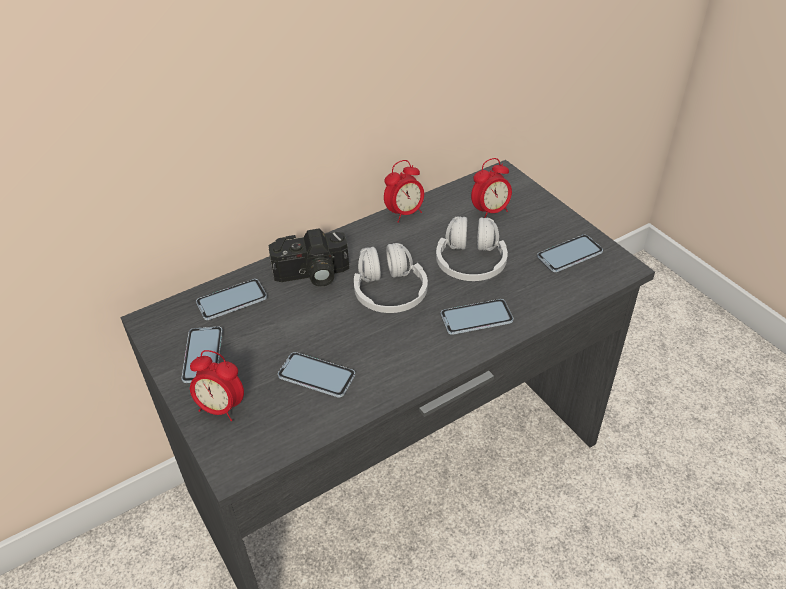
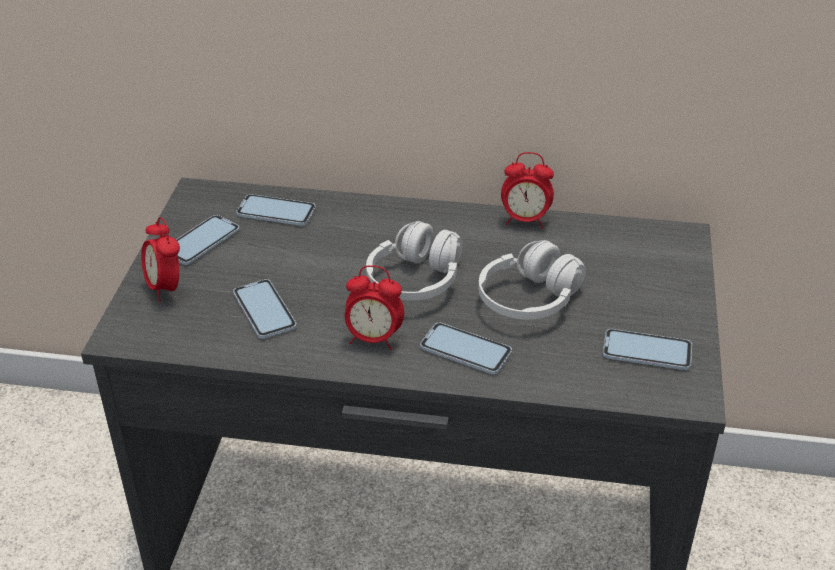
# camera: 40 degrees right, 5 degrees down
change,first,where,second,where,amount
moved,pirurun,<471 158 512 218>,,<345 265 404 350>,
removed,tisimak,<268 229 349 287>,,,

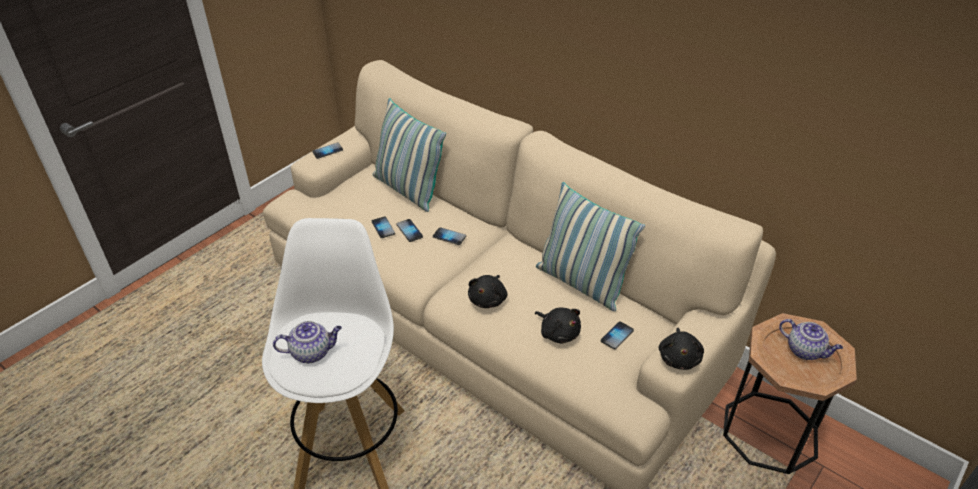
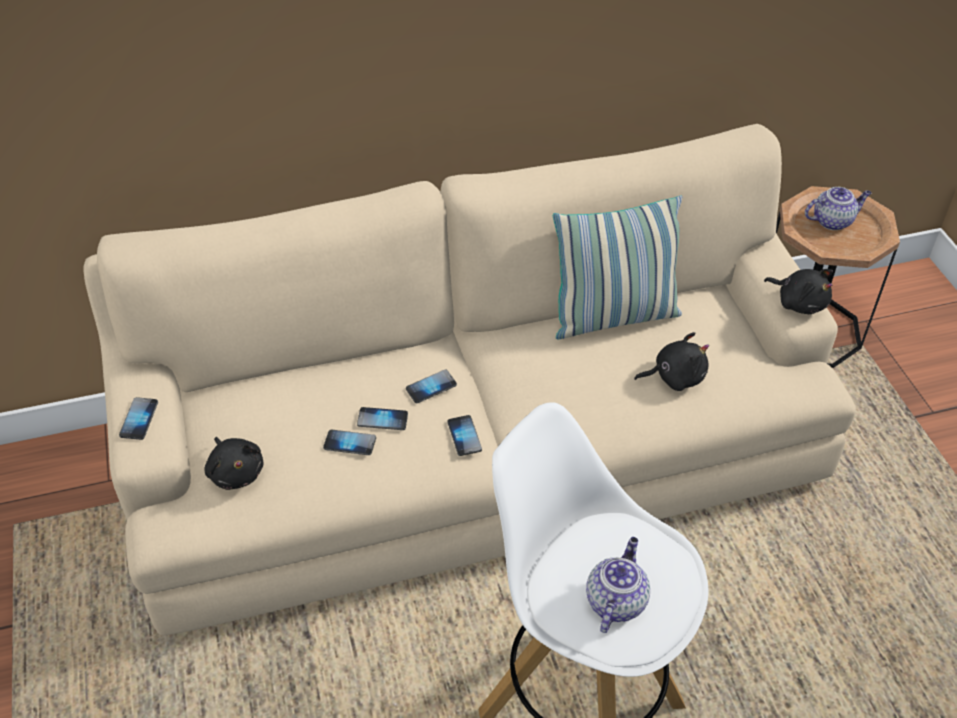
# camera: 55 degrees left, 5 degrees up
change,first,where,second,where,amount
moved,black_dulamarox,<468 275 507 308>,,<205 437 263 490>,
moved,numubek,<601 322 634 349>,,<447 415 482 456>,
removed,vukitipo,<373 98 446 212>,,,

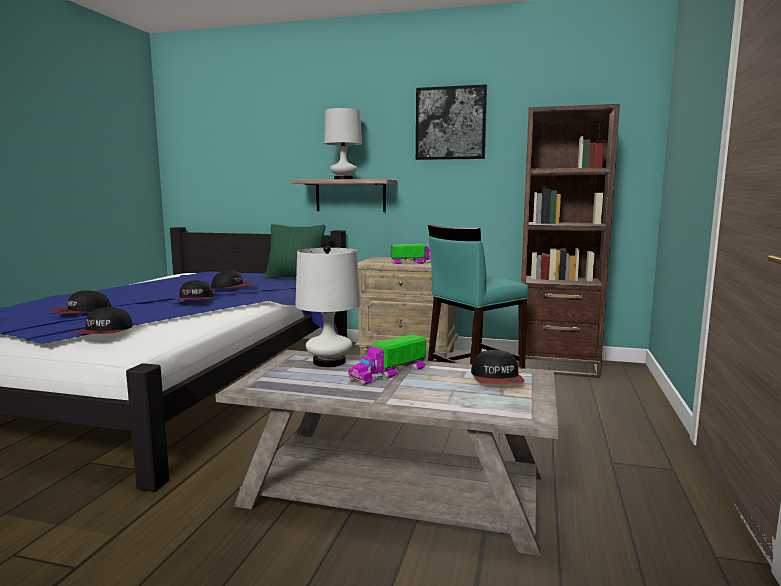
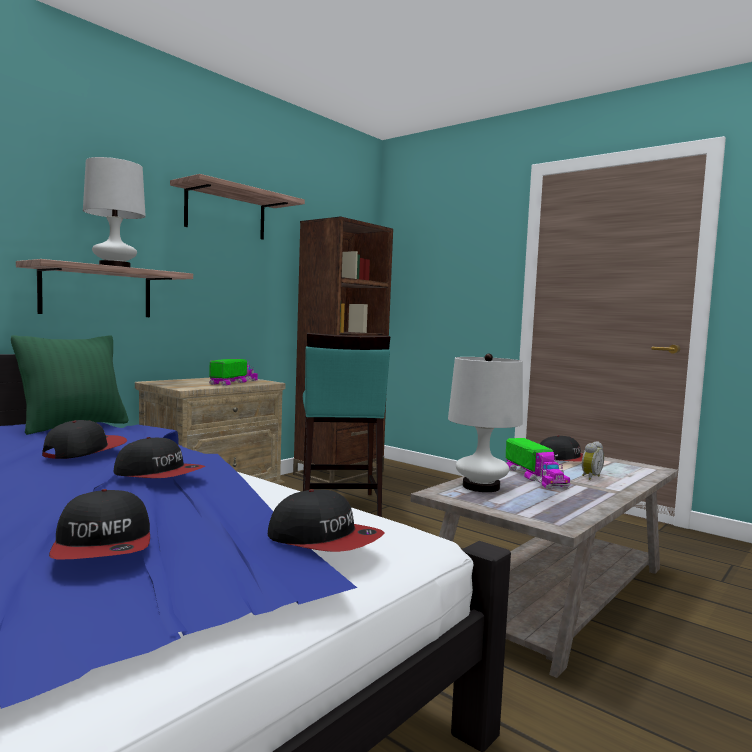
# camera: 65 degrees left, 5 degrees down
change,first,where,second,where,amount
replaced,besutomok,<416 84 487 160>,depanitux,<170 174 305 240>,
added,,,pirurun,<582 441 604 480>,

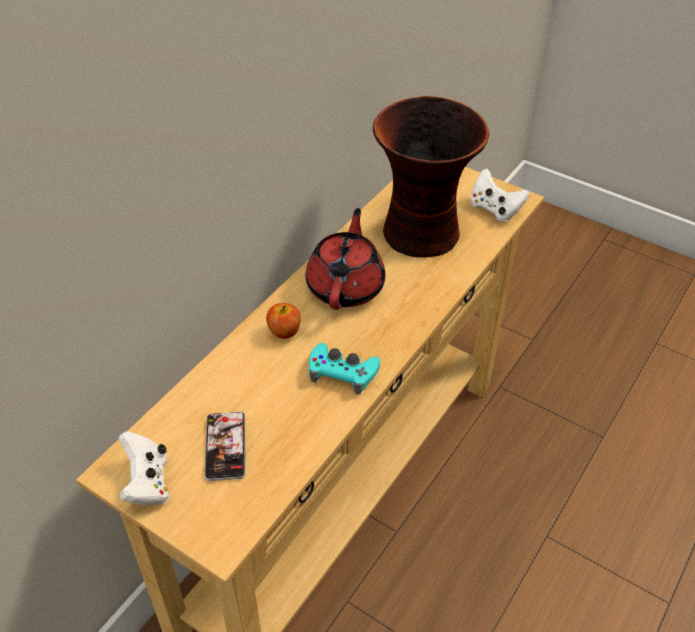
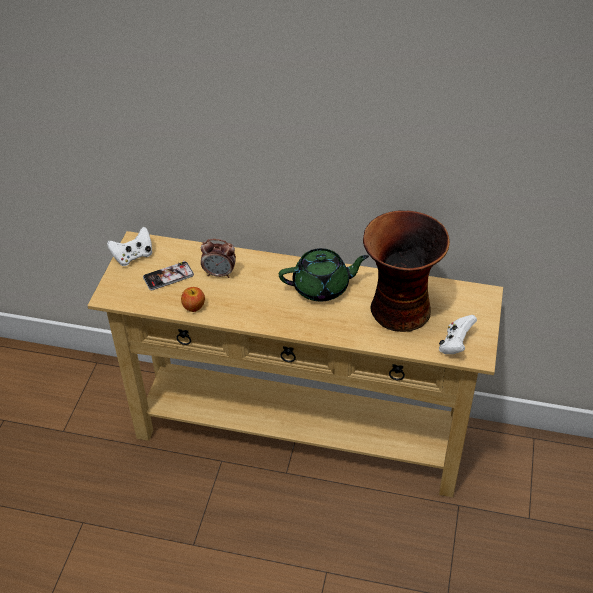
# camera: 70 degrees right, 0 degrees up
change,first,where,second,where,amount
moved,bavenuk,<266 303 301 339>,,<181 287 205 312>,
added,,,pirurun,<201 239 236 278>,
recoloured,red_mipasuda,<306 208 385 310>,green_mipasuda,<279 248 369 301>,
removed,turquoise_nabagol,<309 343 380 395>,,,

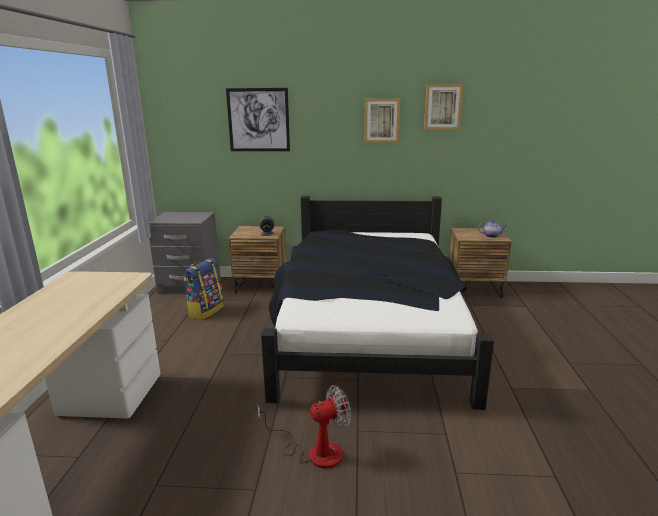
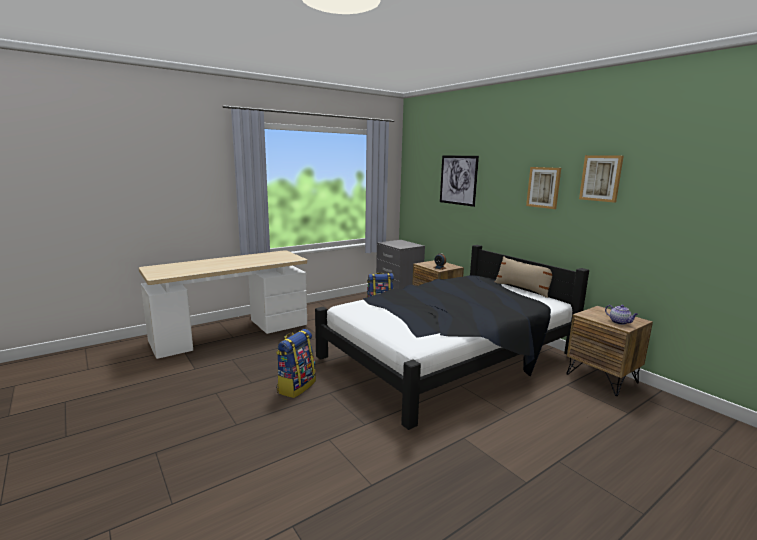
# camera: 50 degrees right, 5 degrees down
change,first,where,second,where,amount
replaced,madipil,<257 385 351 469>,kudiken,<276 329 316 398>,
added,,,beige_vukitipo,<495 256 552 298>,

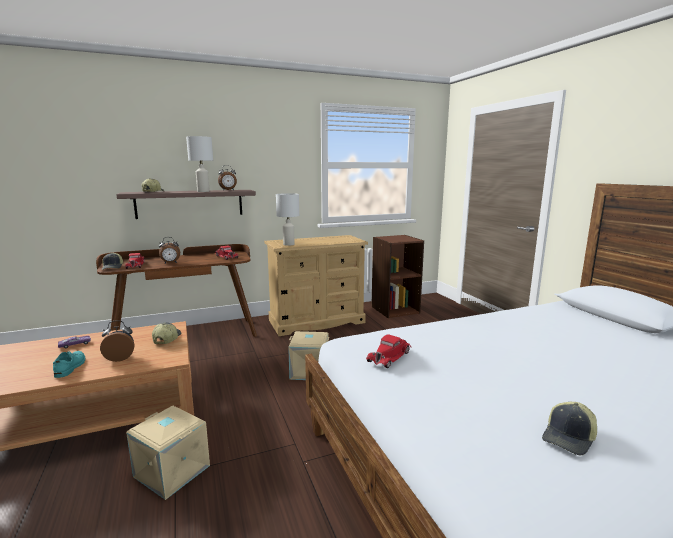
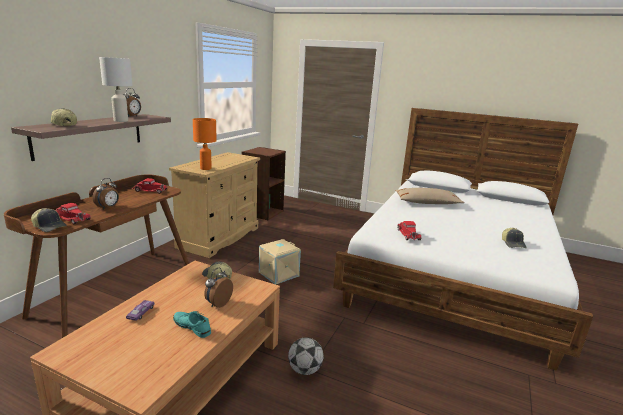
# camera: 45 degrees left, 5 degrees up
change,first,where,second,where,amount
recoloured,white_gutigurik,<276 193 299 246>,orange_gutigurik,<193 118 217 170>,
replaced,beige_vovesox,<126 405 210 500>,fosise,<288 337 324 375>,
added,,,beige_vukitipo,<395 188 465 204>,

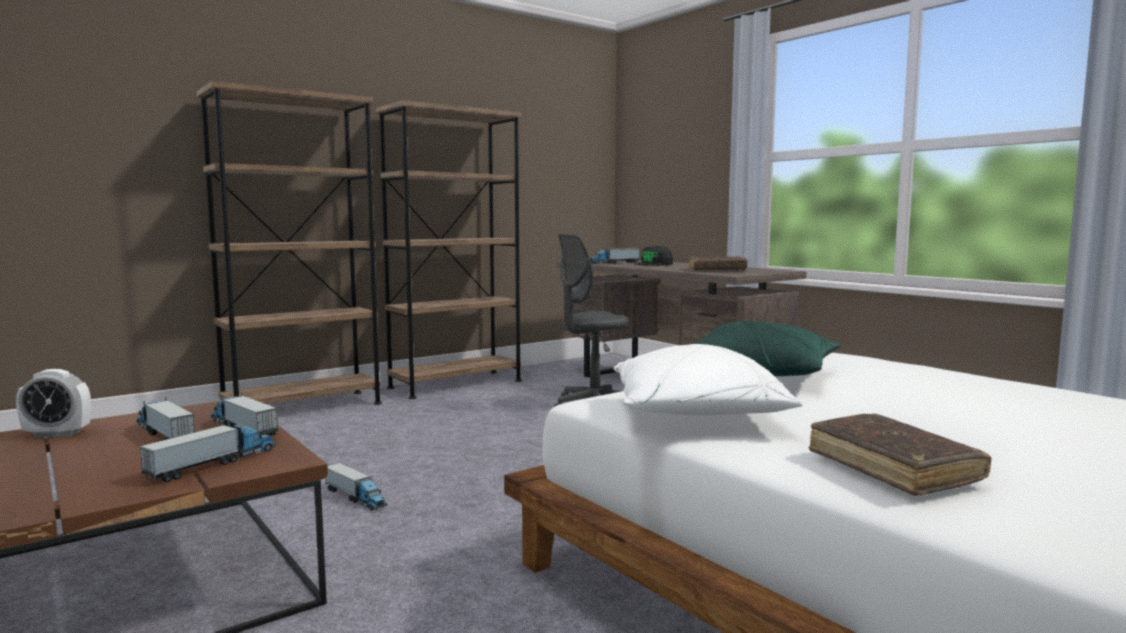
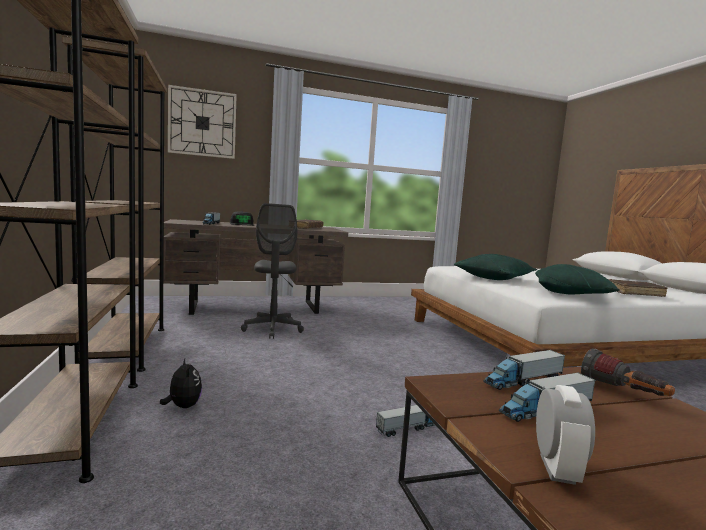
# camera: 70 degrees left, 0 degrees up
change,first,where,second,where,amount
added,,,dulamarox,<160 359 202 408>,
added,,,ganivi,<168 85 237 159>,
recoloured,white_vukitipo,<613 344 803 415>,green_vukitipo,<535 264 620 294>,
replaced,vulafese,<139 421 276 482>,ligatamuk,<581 348 675 396>,

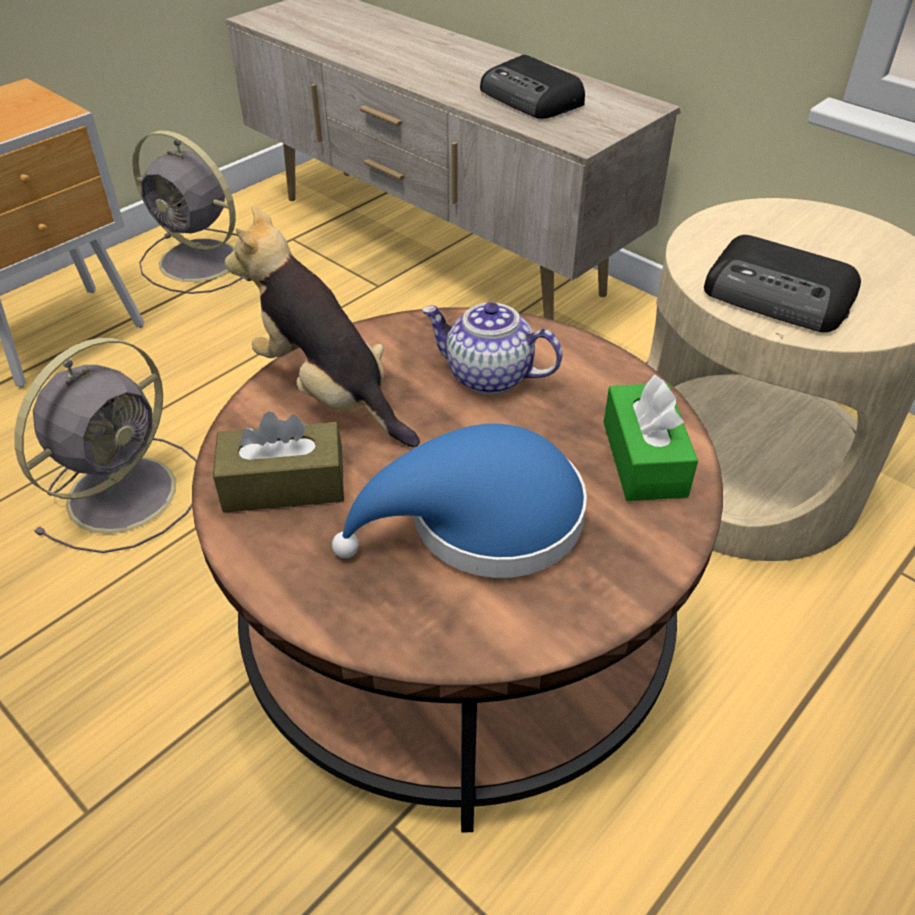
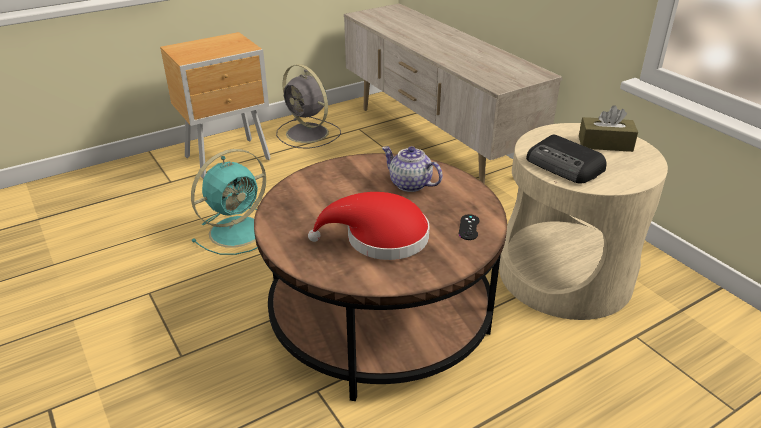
# camera: 15 degrees right, 10 degrees down
change,first,where,second,where,amount
recoloured,grey_madipil,<14 338 197 553>,turquoise_madipil,<191 149 266 255>,
recoloured,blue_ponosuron,<332 424 587 578>,red_ponosuron,<308 192 429 260>,
replaced,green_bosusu,<604 374 698 501>,black_nabagol,<459 214 480 240>,
moved,brown_bosusu,<213 411 344 513>,,<579 105 638 152>,
removed,dulamarox,<225 205 420 447>,,,
removed,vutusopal,<480 55 585 119>,,,

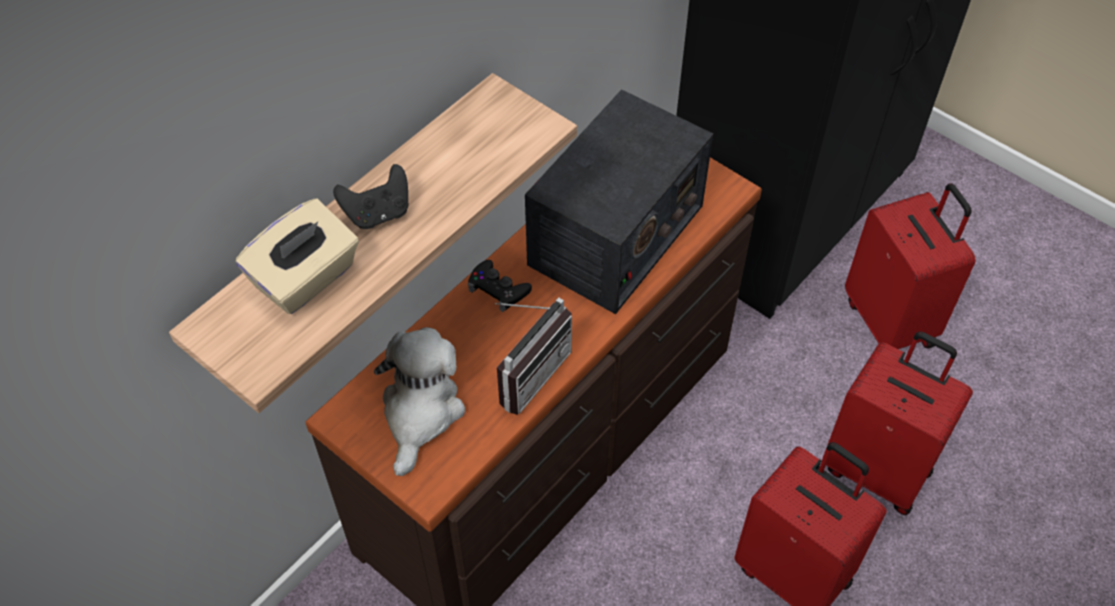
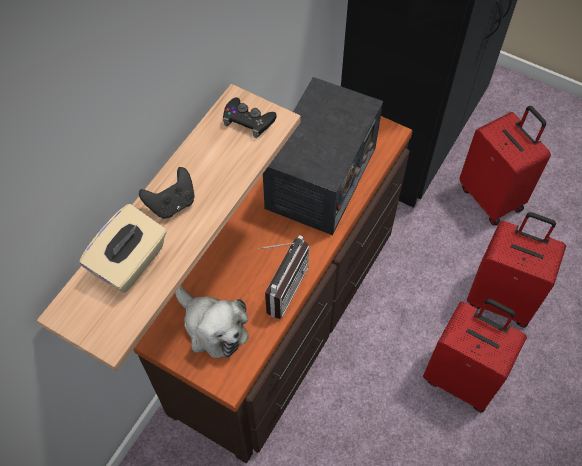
# camera: 10 degrees left, 5 degrees up
change,first,where,second,where,amount
turned,dulamarox,<374 327 465 476>,,<175 285 249 358>,135 degrees clockwise
moved,black_nabagol,<468 260 532 312>,,<223 97 276 138>,

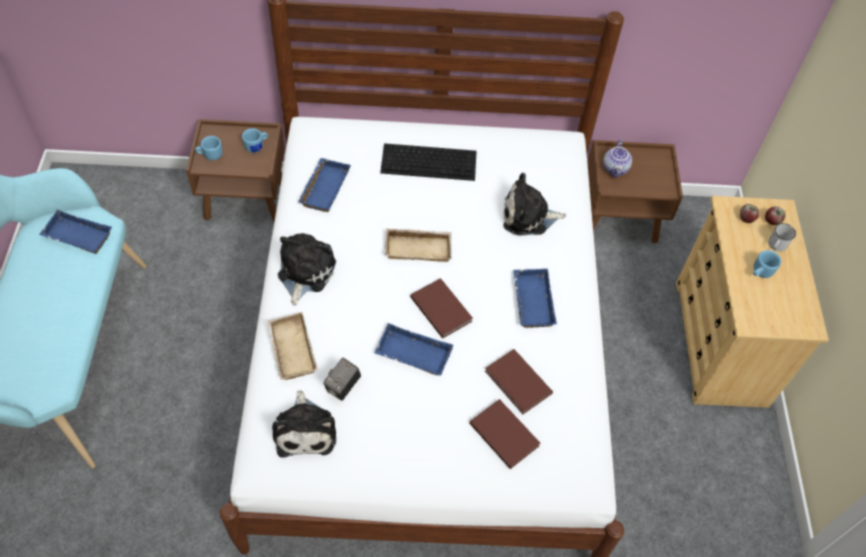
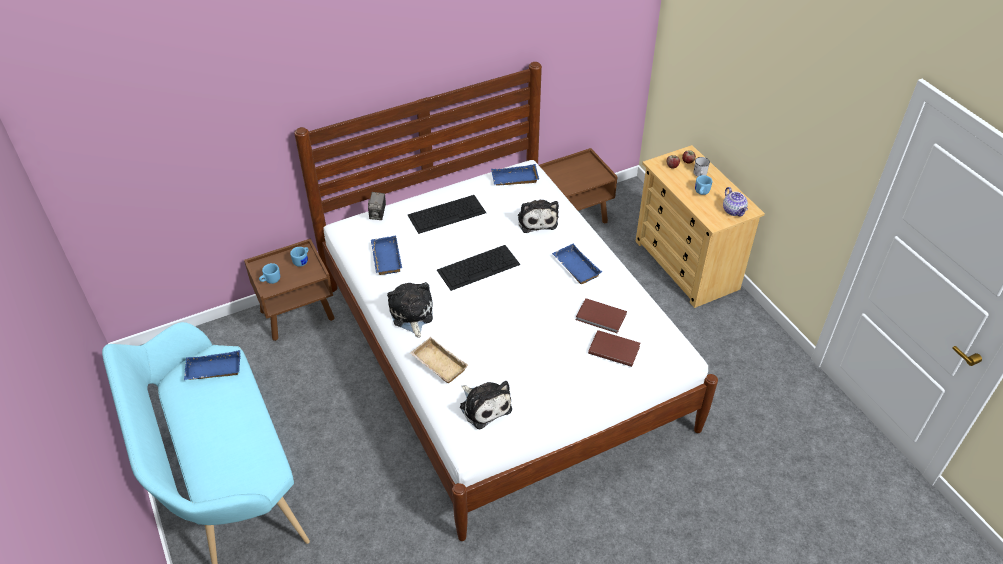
# camera: 25 degrees left, 10 degrees down
change,first,where,second,where,amount
moved,tisimak,<324 358 361 401>,,<368 192 386 220>,
replaced,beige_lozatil,<385 228 451 262>,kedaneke,<437 245 520 291>,
moved,blue_lozatil,<374 323 453 376>,,<491 164 539 185>,
turned,dulamarox,<503 173 566 235>,,<518 200 559 233>,75 degrees counterclockwise
moved,mipasuda,<603 140 632 178>,,<723 187 748 217>,
removed,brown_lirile,<410 278 473 338>,,,

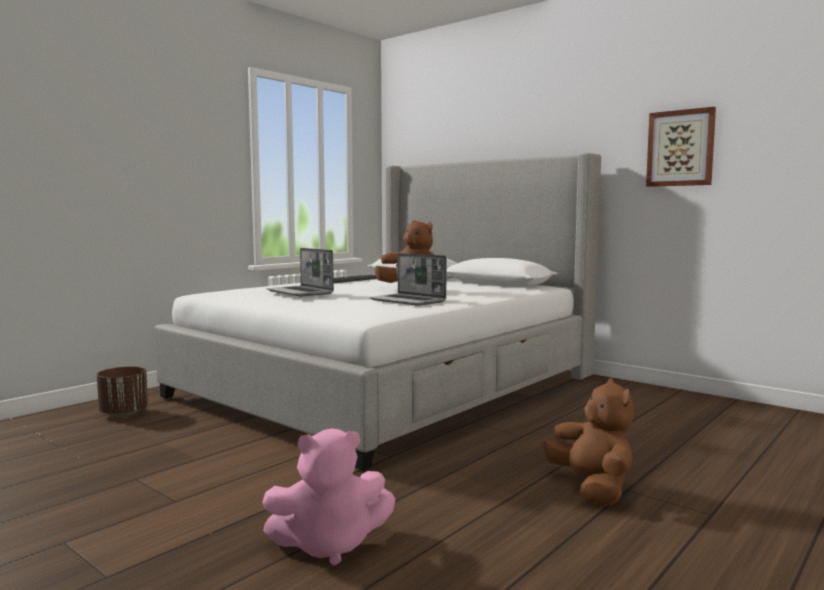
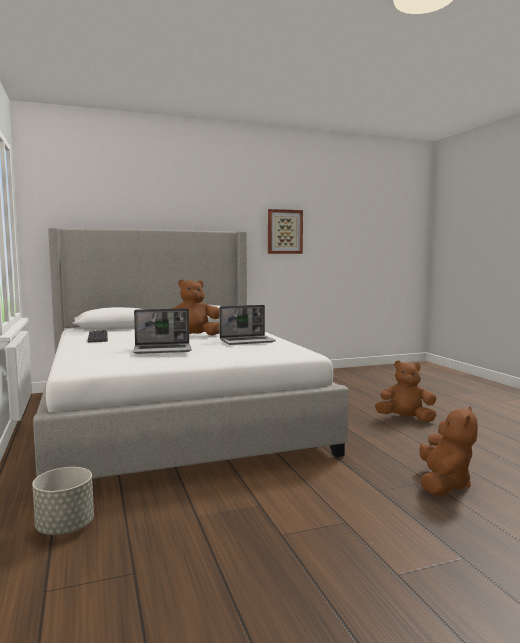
# camera: 60 degrees left, 0 degrees up
change,first,where,second,where,amount
recoloured,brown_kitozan,<97 366 148 417>,grey_kitozan,<32 467 94 535>,
recoloured,pink_dulamarox,<262 428 395 566>,brown_dulamarox,<420 406 478 496>,

